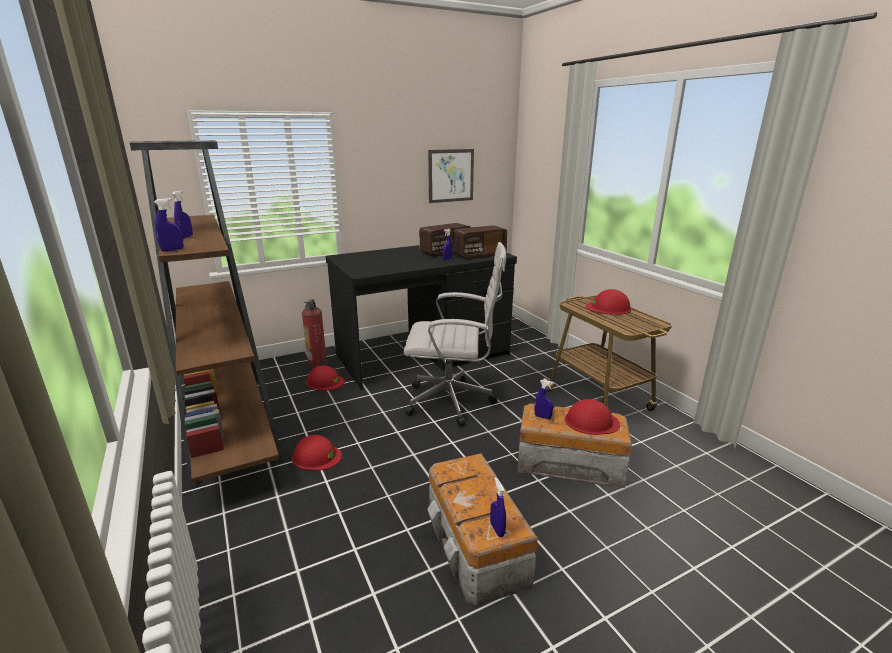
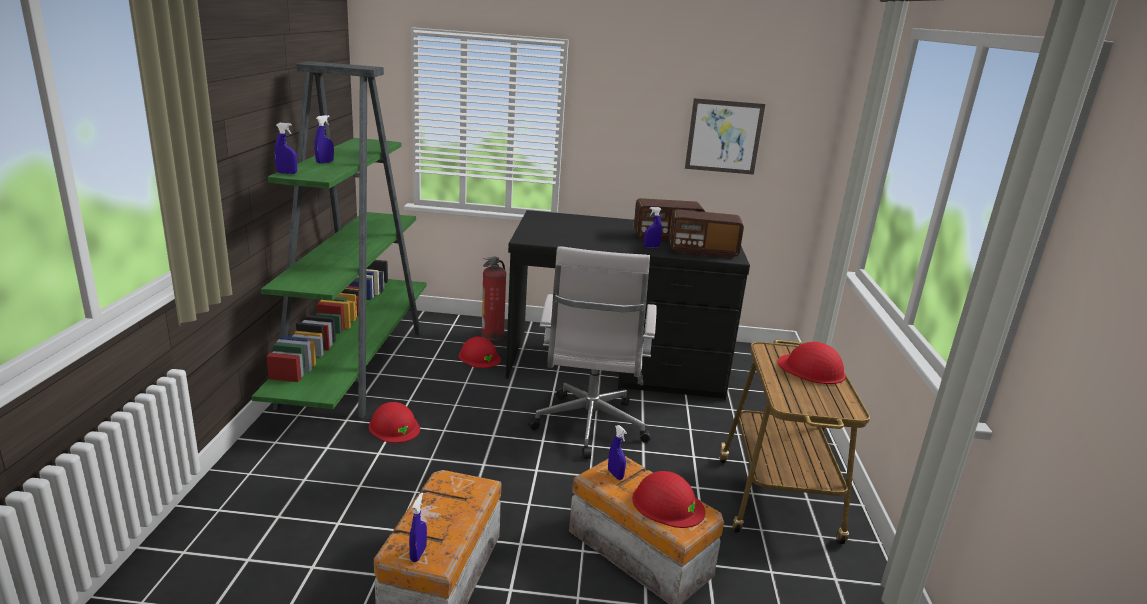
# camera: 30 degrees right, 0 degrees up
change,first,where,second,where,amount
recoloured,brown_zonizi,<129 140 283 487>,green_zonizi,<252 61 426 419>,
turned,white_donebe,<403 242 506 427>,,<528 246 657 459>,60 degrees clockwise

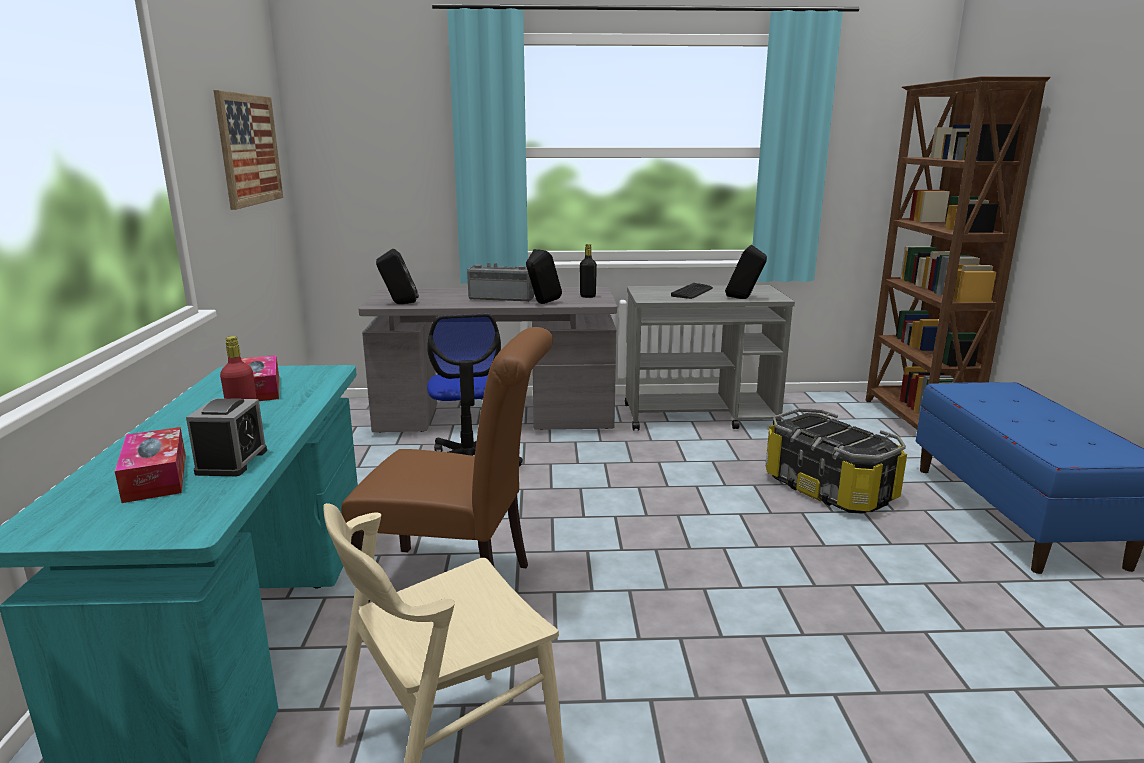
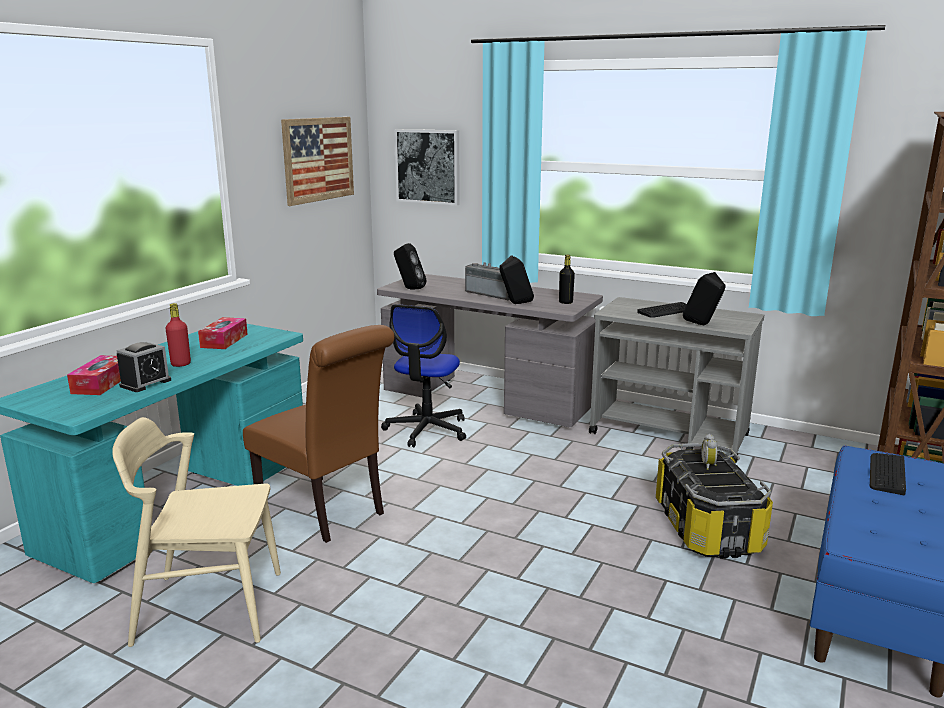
# camera: 30 degrees right, 0 degrees up
change,first,where,second,where,amount
added,,,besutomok,<394 129 460 205>,
added,,,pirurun,<702 434 717 470>,
added,,,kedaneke,<870 453 906 495>,

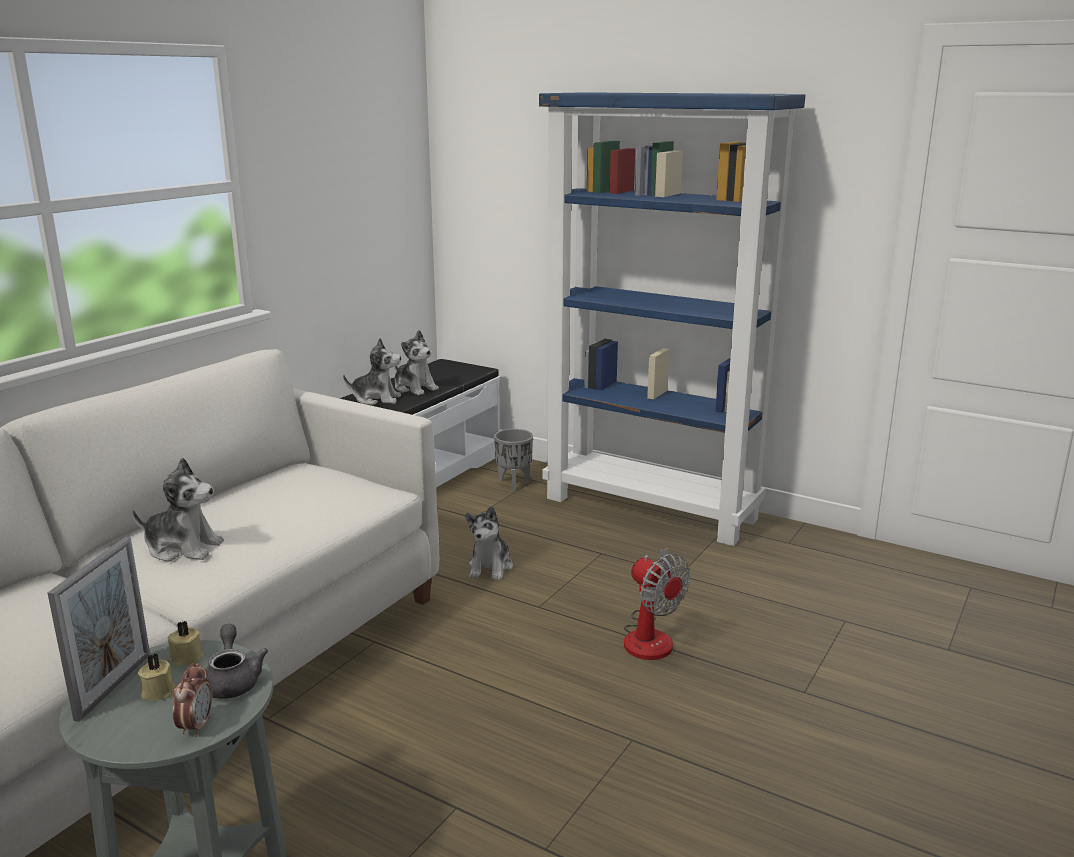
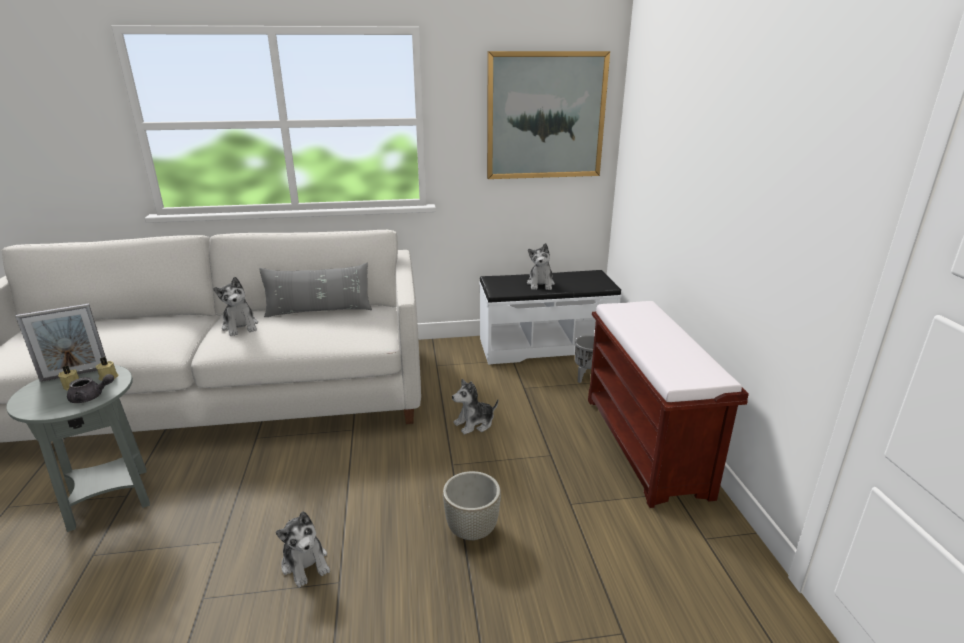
# camera: 50 degrees right, 5 degrees up
change,first,where,second,where,amount
turned,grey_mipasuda,<202 624 268 699>,,<67 374 114 403>,45 degrees clockwise
added,,,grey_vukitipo,<259 263 372 317>,
moved,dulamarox,<343 338 401 405>,,<276 511 330 587>,
replaced,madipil,<624 548 691 660>,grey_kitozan,<443 471 501 541>,
added,,,besutomok,<487 51 610 179>,
replaced,blue_zonizi,<539 92 805 546>,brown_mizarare,<588 301 749 508>,
removed,pirurun,<173 663 213 737>,,,

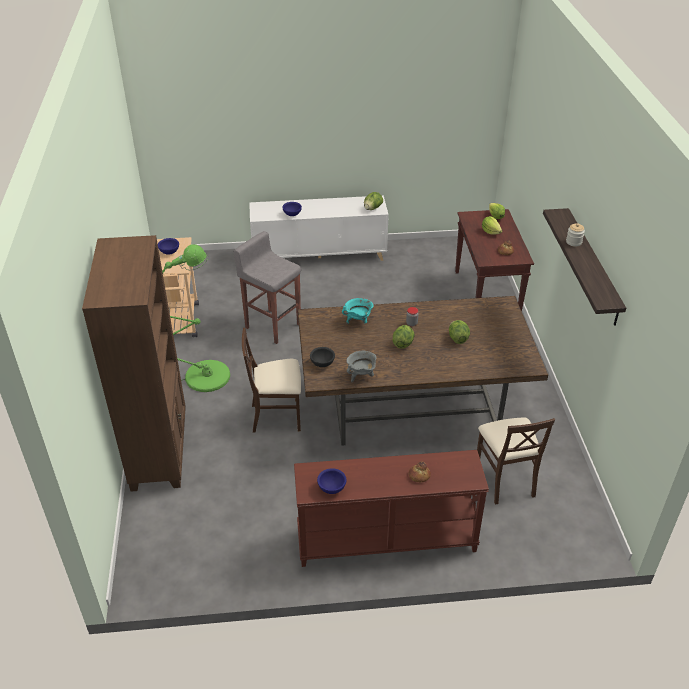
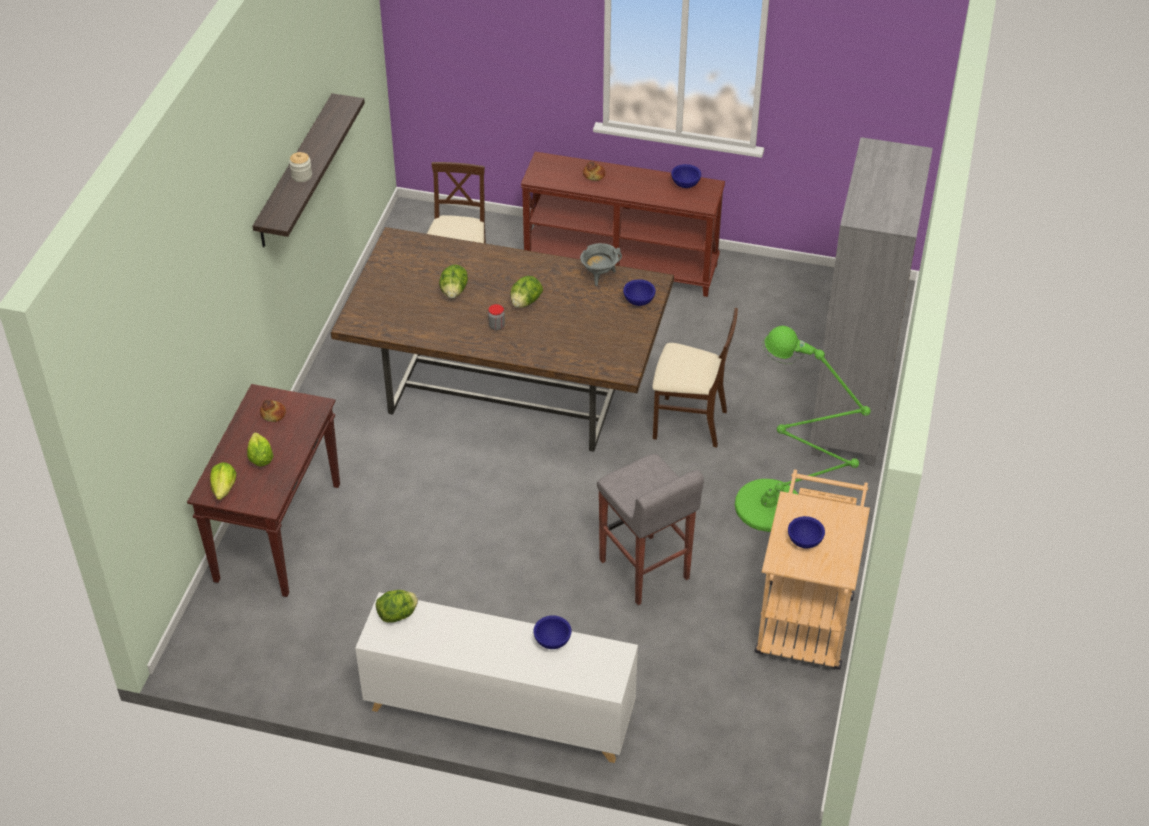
# camera: 160 degrees left, 5 degrees up
change,first,where,second,where,amount
recoloured,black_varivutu,<310 347 335 367>,blue_varivutu,<623 279 656 306>,
recoloured,brown_zonizi,<82 235 186 492>,grey_zonizi,<810 137 933 466>,
removed,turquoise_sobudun,<342 298 374 324>,,,

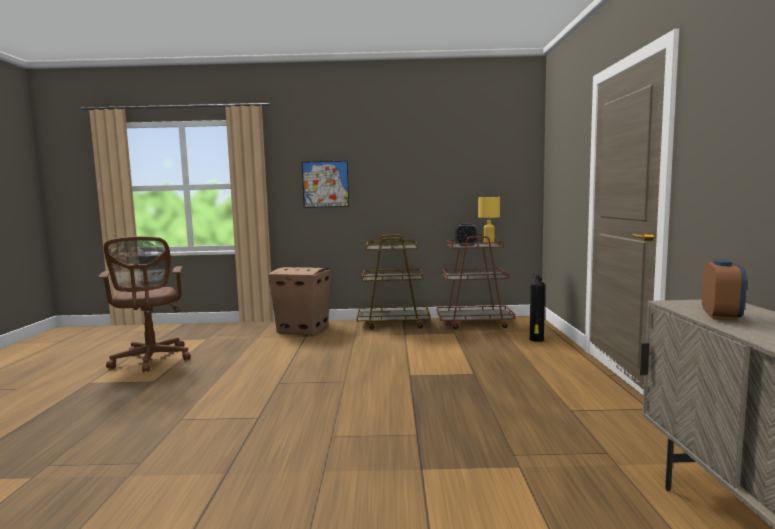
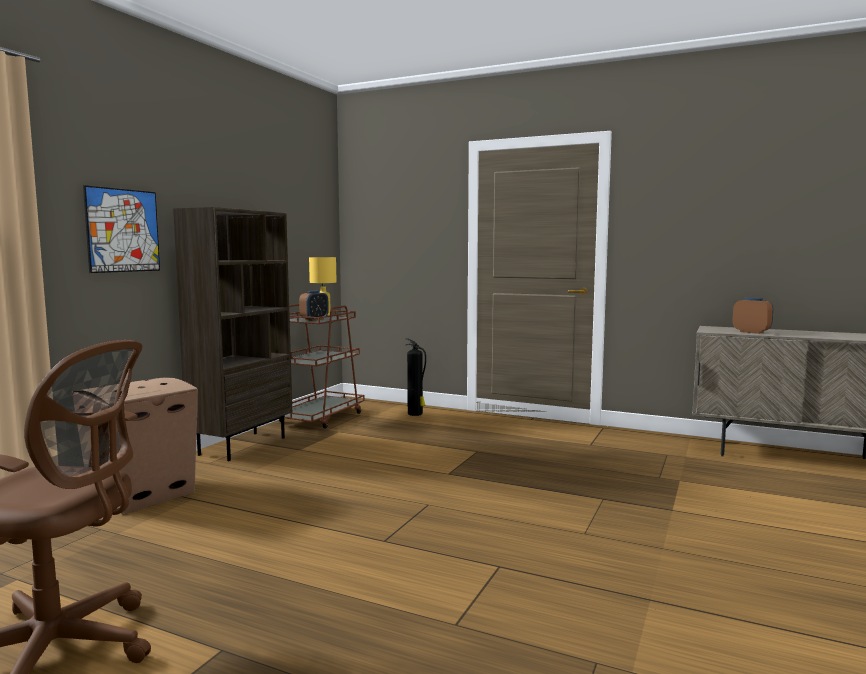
# camera: 65 degrees left, 0 degrees up
change,first,where,second,where,amount
replaced,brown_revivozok,<357 235 430 330>,brown_zonizi,<173 207 292 461>,

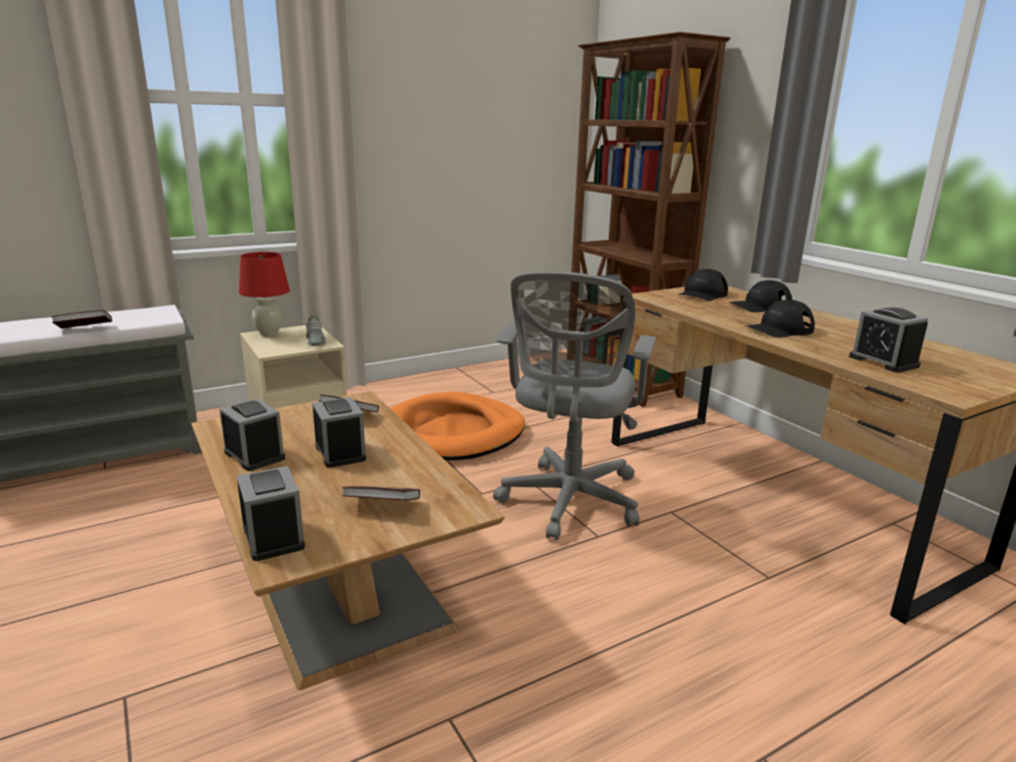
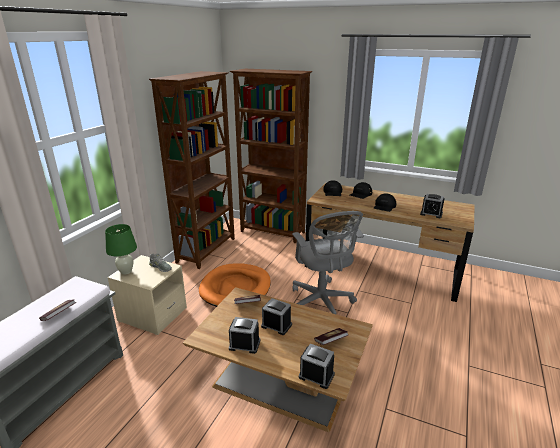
# camera: 35 degrees left, 5 degrees up
change,first,where,second,where,amount
recoloured,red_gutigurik,<239 252 290 336>,green_gutigurik,<105 224 137 275>,
added,,,brown_zonizi,<149 71 235 269>,

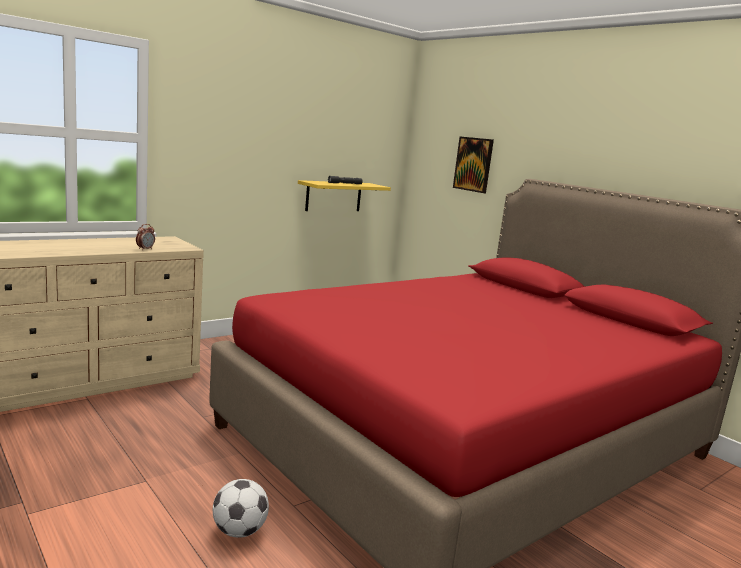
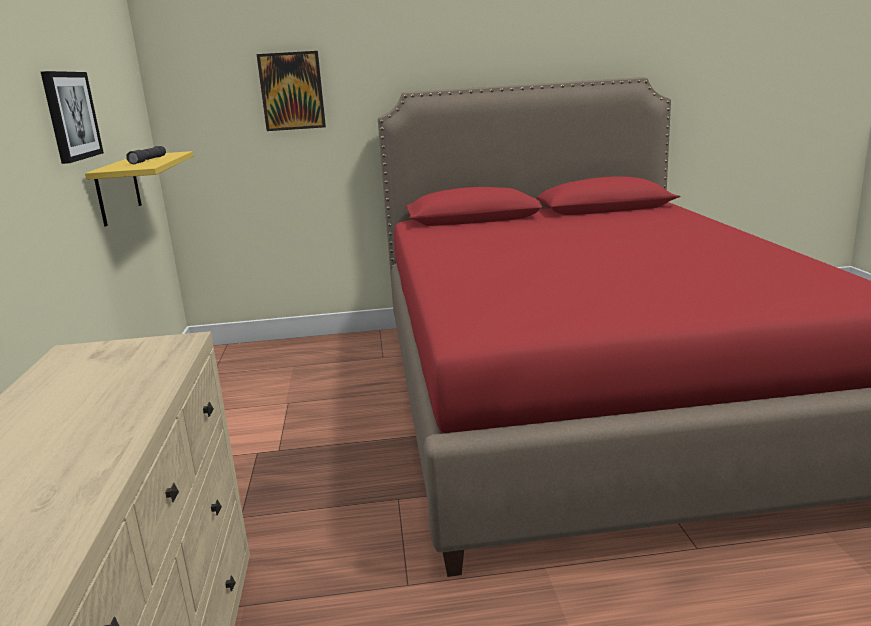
# camera: 55 degrees left, 5 degrees up
change,first,where,second,where,amount
added,,,besutomok,<41 71 104 164>,
removed,pirurun,<136 224 155 250>,,,
removed,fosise,<213 479 269 538>,,,

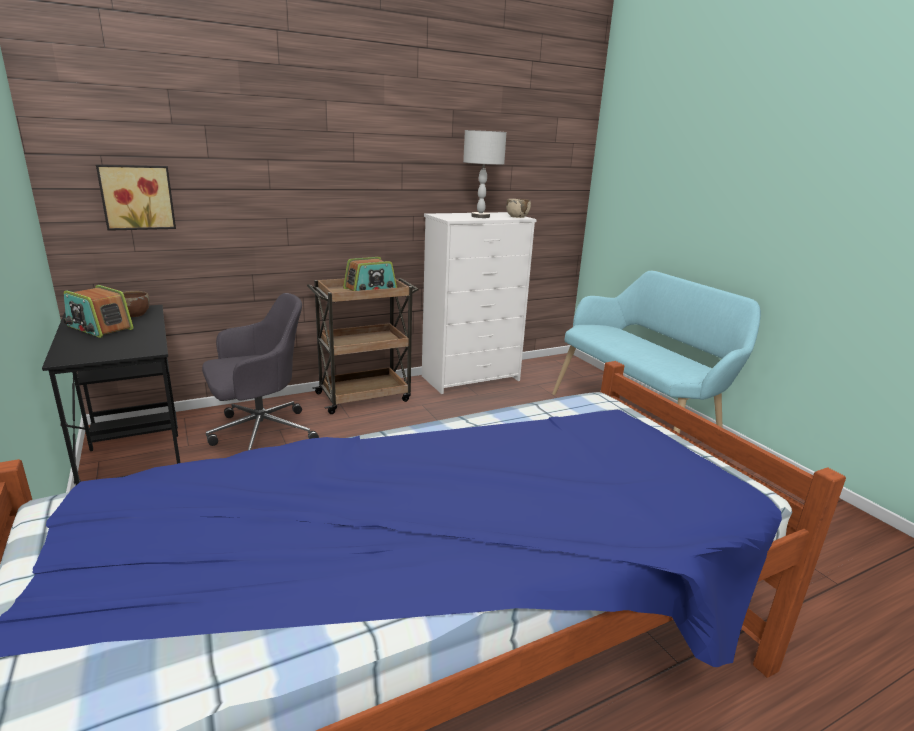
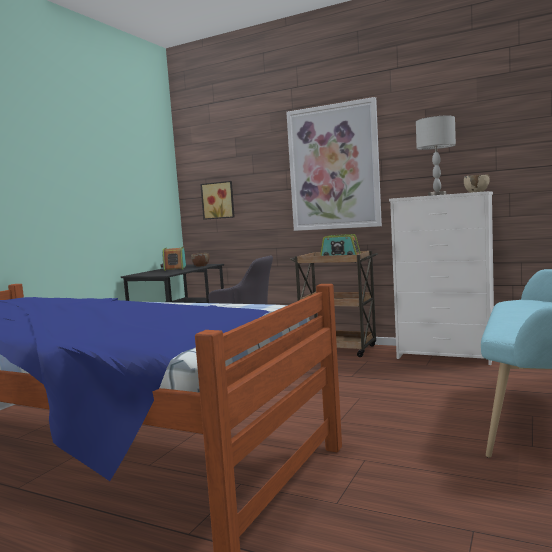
# camera: 55 degrees right, 15 degrees down
change,first,where,second,where,amount
added,,,besutomok,<286 97 382 231>,

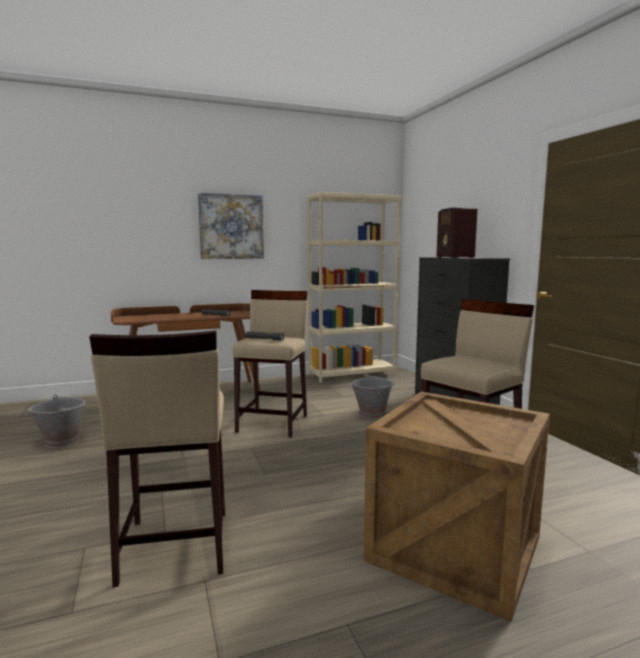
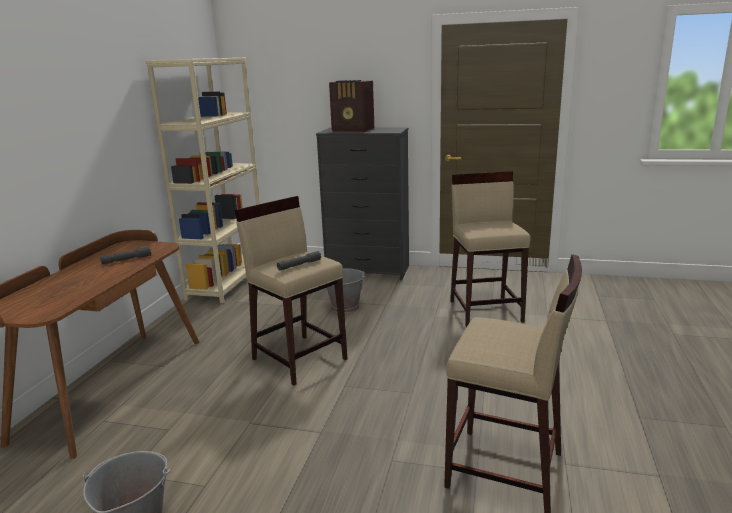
# camera: 55 degrees left, 10 degrees up
change,first,where,second,where,amount
removed,besutomok,<198 193 264 259>,,,
removed,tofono,<364 392 550 622>,,,

